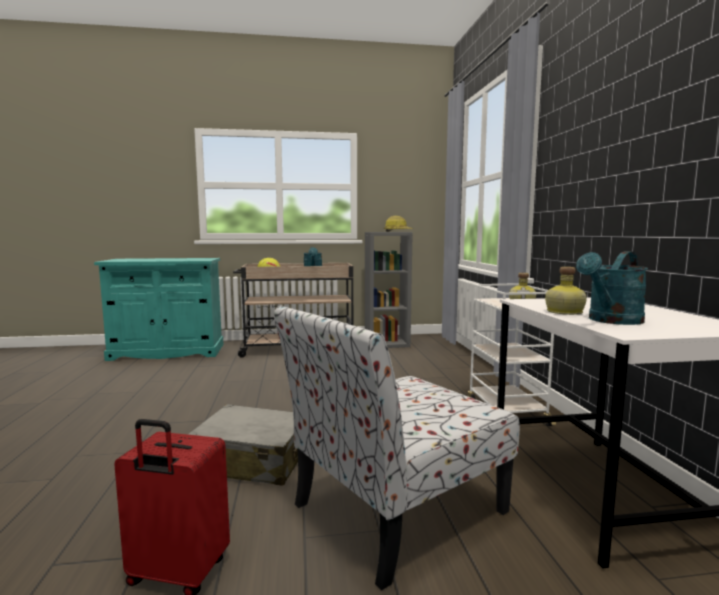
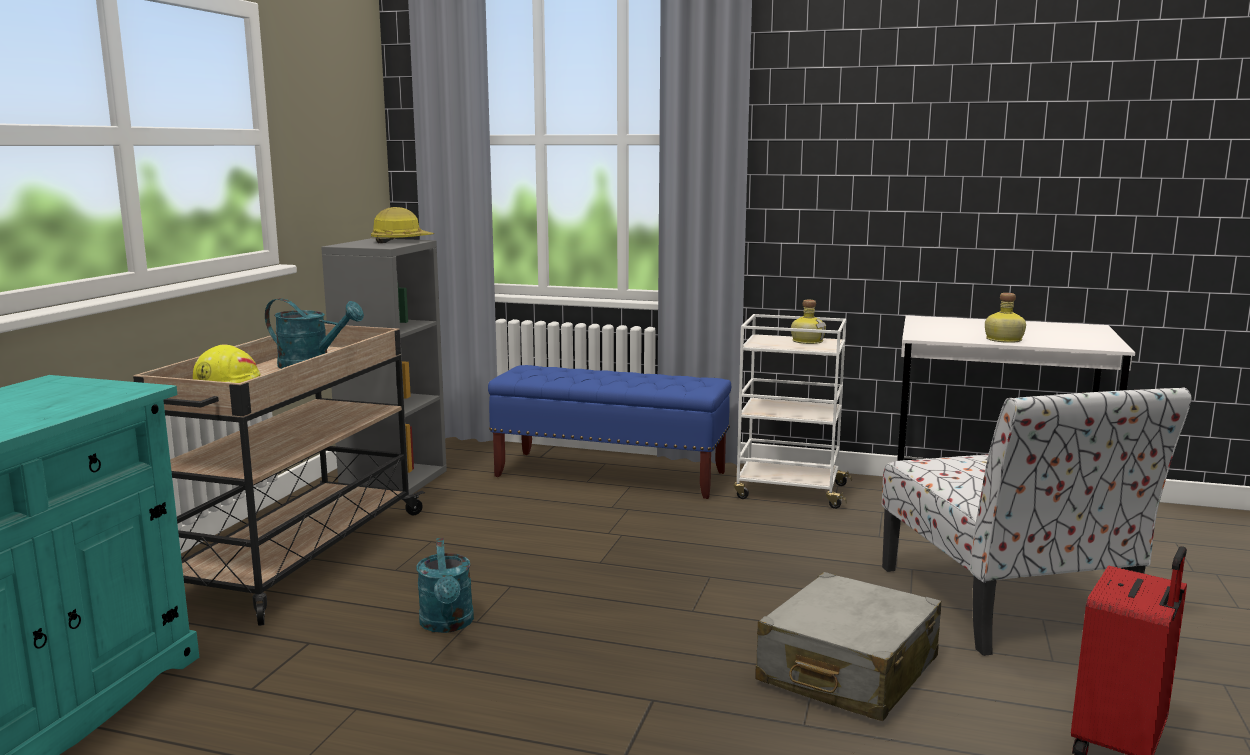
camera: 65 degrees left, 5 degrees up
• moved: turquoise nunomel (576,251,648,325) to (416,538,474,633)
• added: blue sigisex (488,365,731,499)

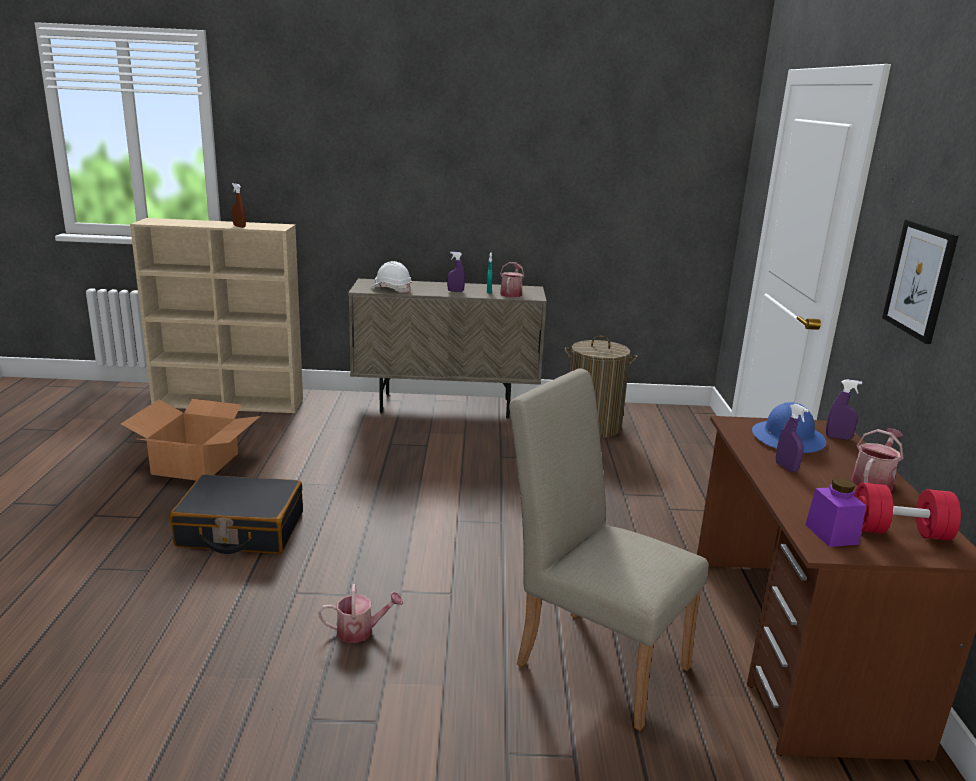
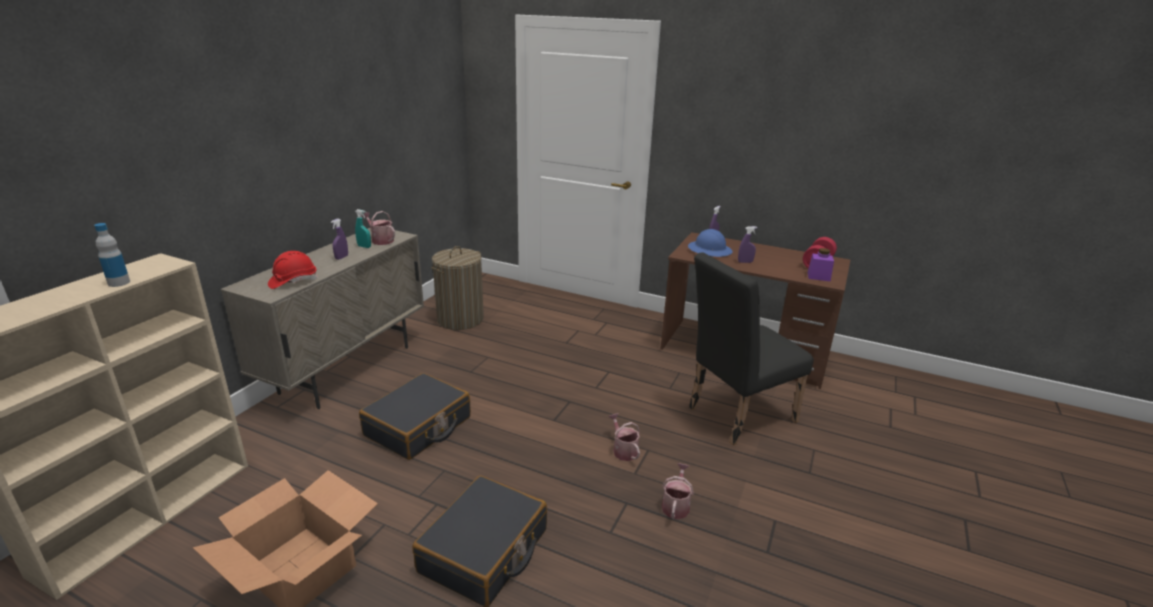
camera: 65 degrees left, 5 degrees up
• replaced: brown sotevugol (232,183,246,228) to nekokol (94,223,130,287)
• removed: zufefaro (882,220,959,344)
• recoloured: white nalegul (372,261,412,293) to red nalegul (268,251,318,289)
• recoloured: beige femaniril (509,368,709,731) to black femaniril (689,252,814,446)
• moved: nunomel (852,428,903,491) to (608,413,640,461)
• added: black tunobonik (359,373,471,460)

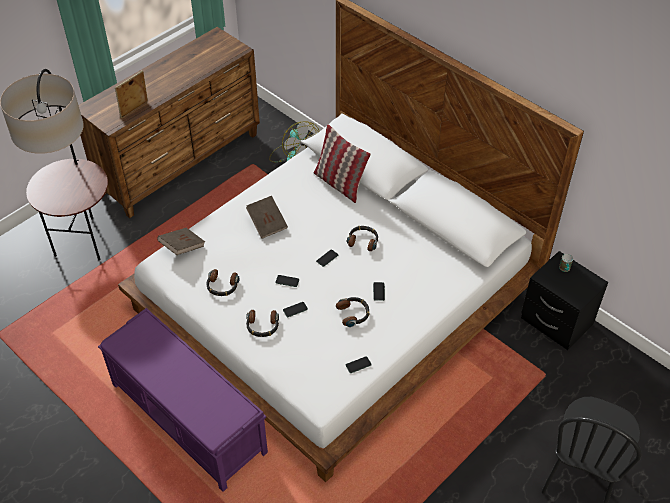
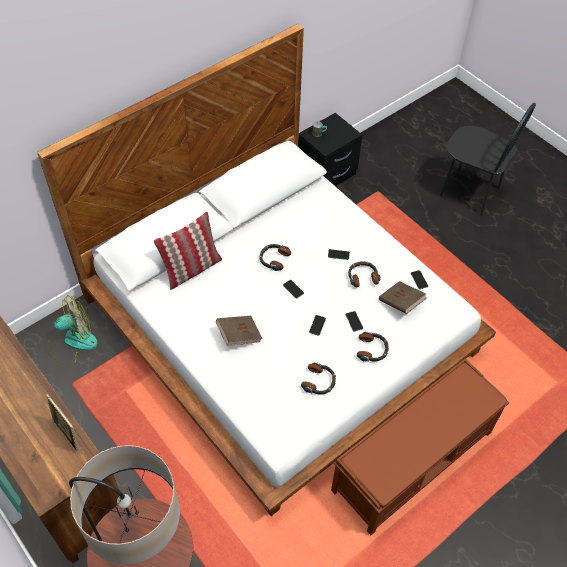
camera: 85 degrees left, 5 degrees up
• moved: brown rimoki (157,228,205,255) to (379,281,427,314)
• recoloured: purple sigisex (98,308,268,492) to brown sigisex (331,359,510,535)

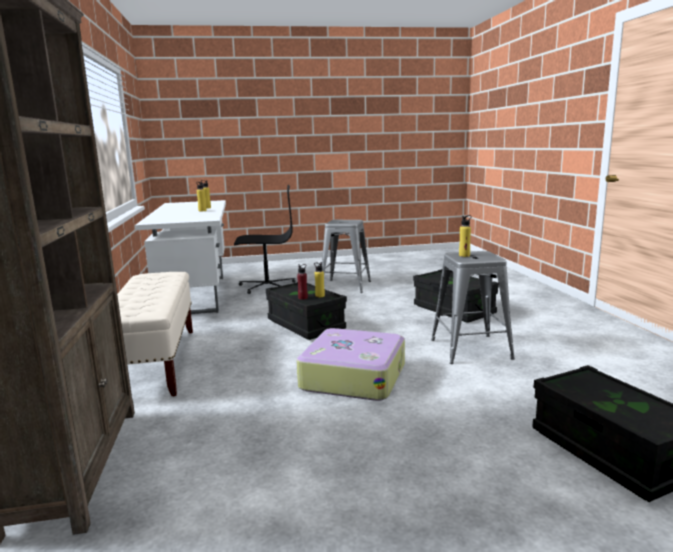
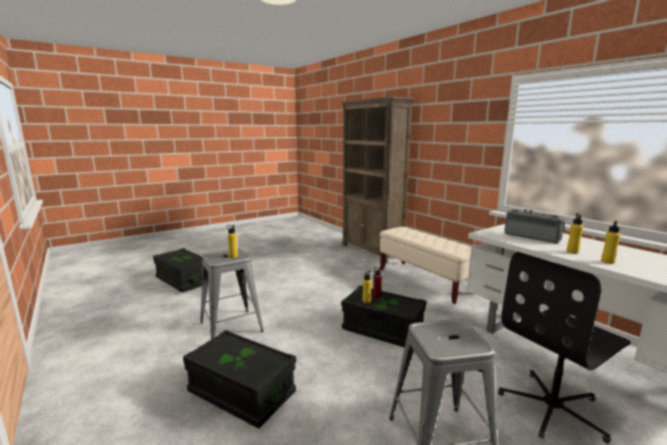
camera: 155 degrees right, 0 degrees up
• removed: tunobonik (296,328,405,401)
• added: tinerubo (504,209,565,243)

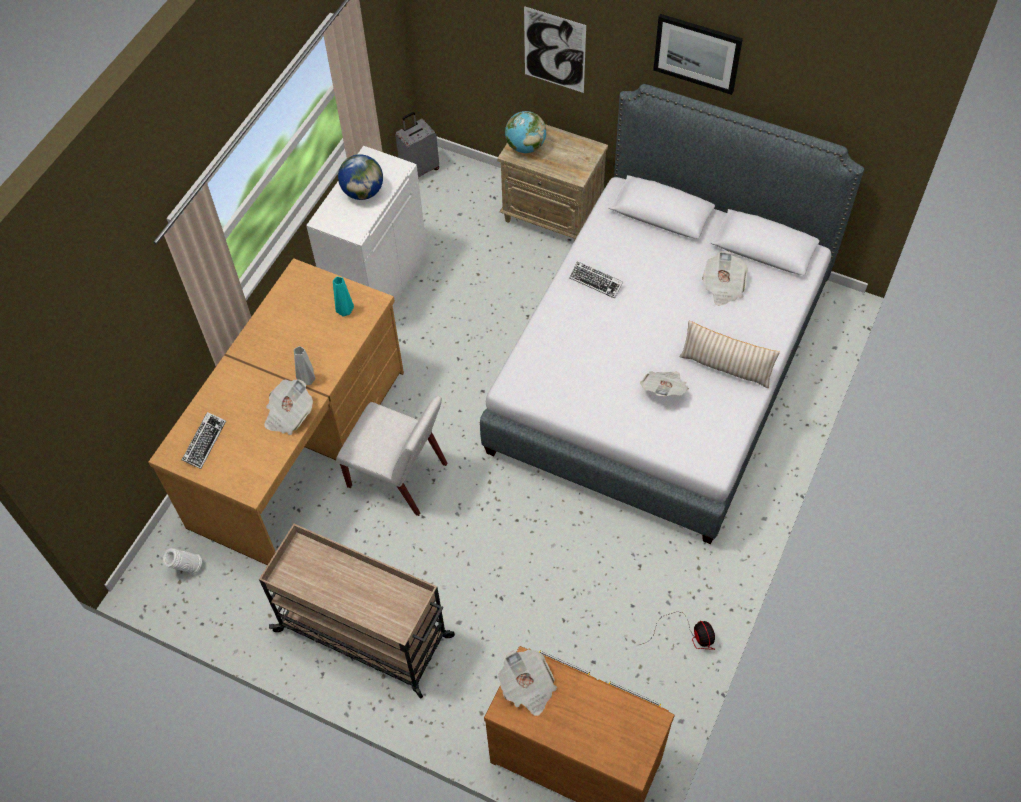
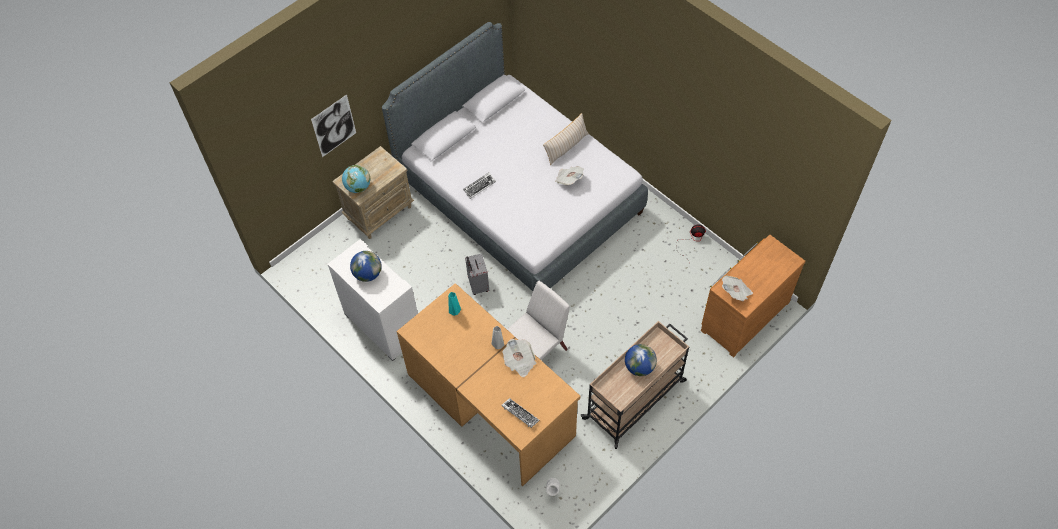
camera: 70 degrees left, 0 degrees up
• removed: zufefaro (653,14,743,95)
• moved: grey tunobonik (395,112,439,179) to (465,253,489,295)
• removed: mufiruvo (702,251,748,306)
• added: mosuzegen (625,344,657,376)

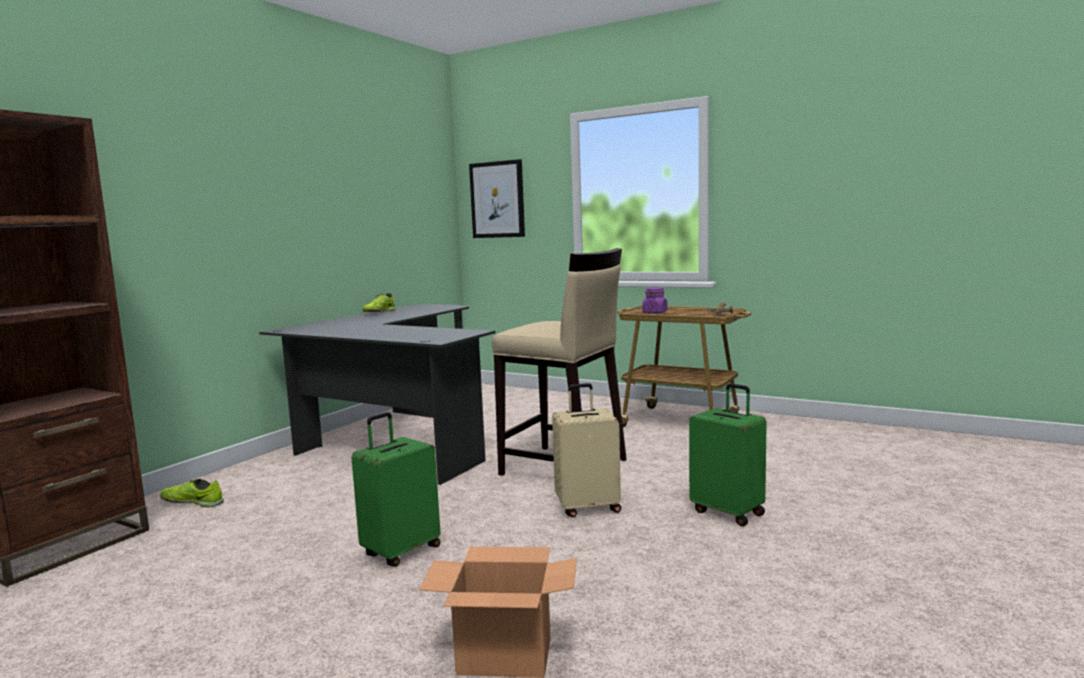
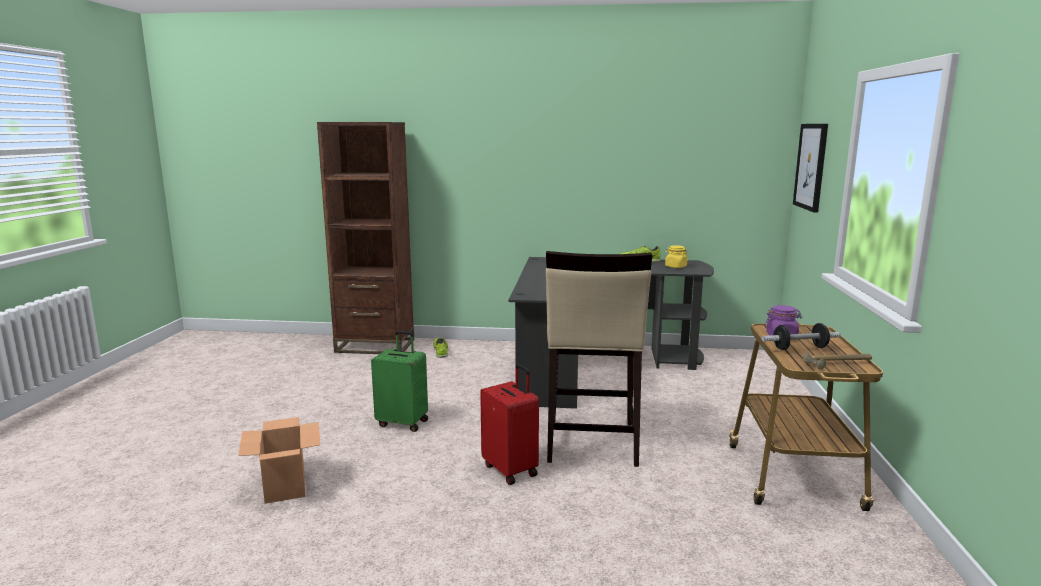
camera: 65 degrees right, 5 degrees up
• recoloured: beige tunobonik (552,383,621,517) to red tunobonik (480,364,539,485)
• removed: green tunobonik (689,383,767,526)
• added: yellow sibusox (665,245,688,268)
• added: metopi (762,323,841,350)

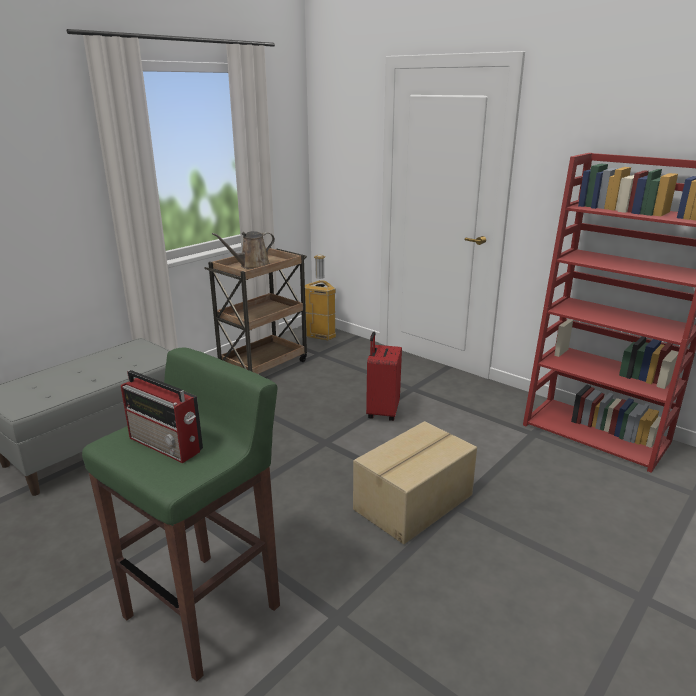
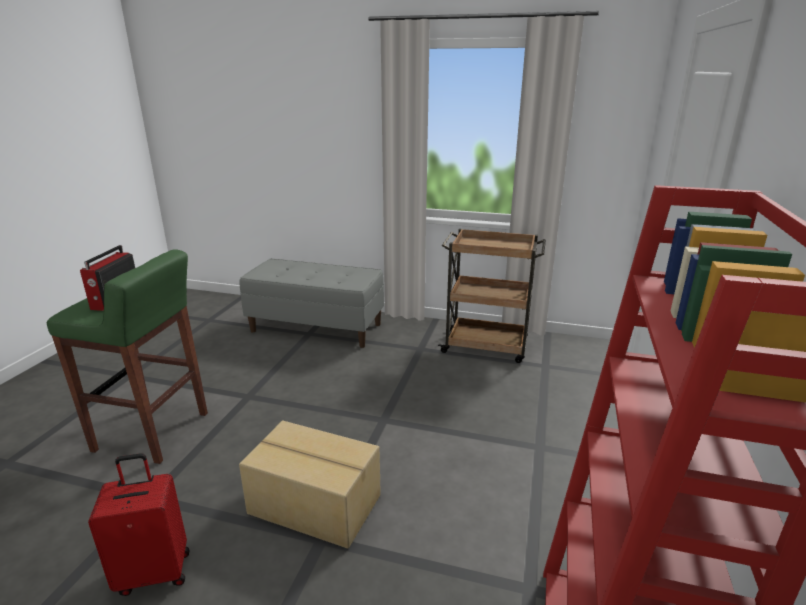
camera: 65 degrees right, 0 degrees up
• removed: brown nunomel (212,231,275,269)
• removed: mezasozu (305,255,336,340)
• moved: red tunobonik (366,331,402,421) to (88,453,190,596)

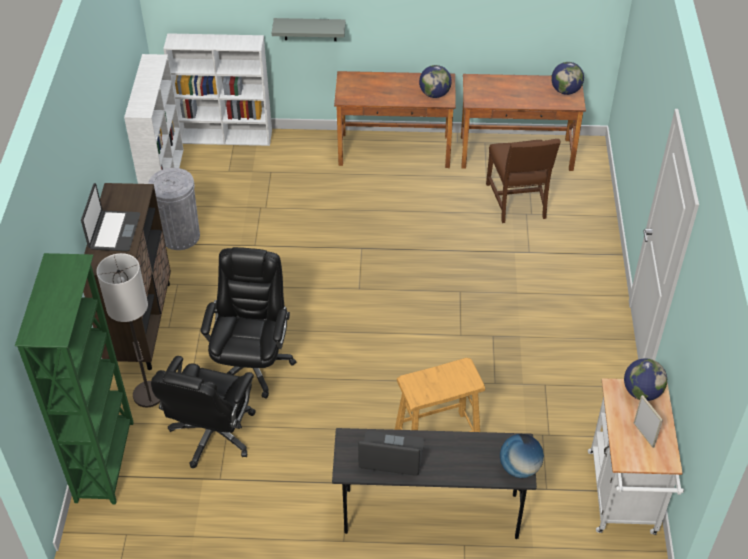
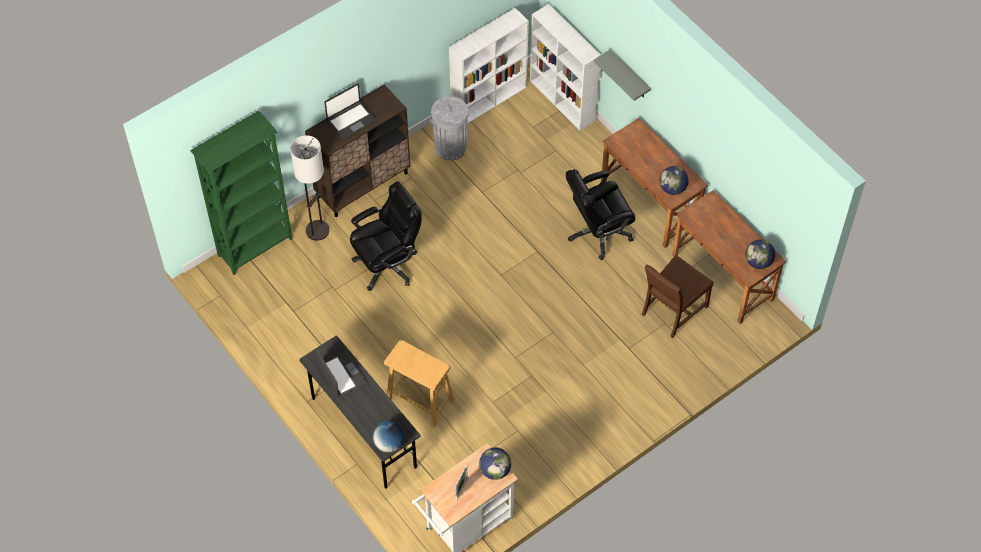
camera: 50 degrees right, 10 degrees up
• moved: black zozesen (151,356,256,468) to (566,169,635,260)

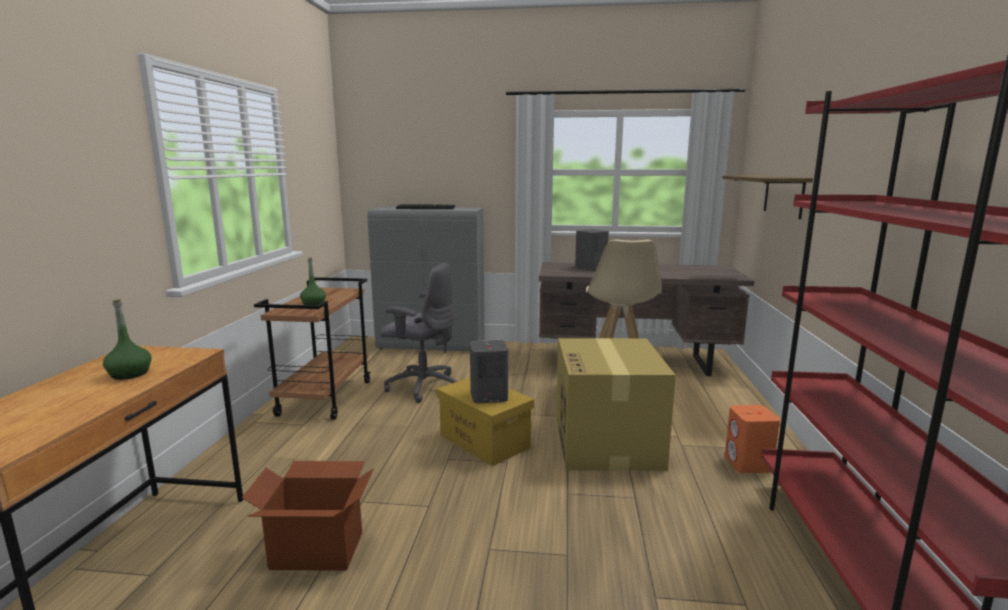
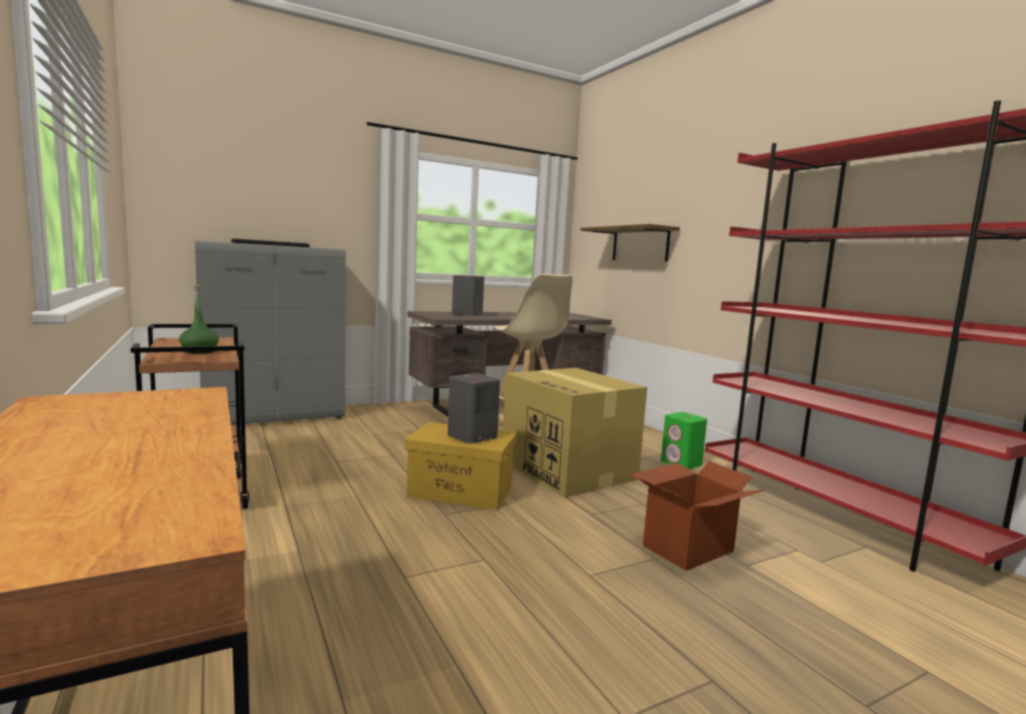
camera: 35 degrees left, 5 degrees down
• removed: grey zozesen (380,263,458,403)
• removed: green nekokol (103,299,151,380)
• recoloured: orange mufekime (725,405,780,473) to green mufekime (661,412,707,469)
• moved: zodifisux (242,461,374,571) to (630,461,765,571)

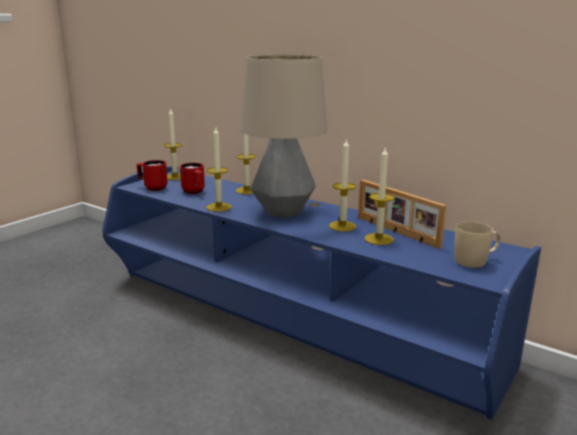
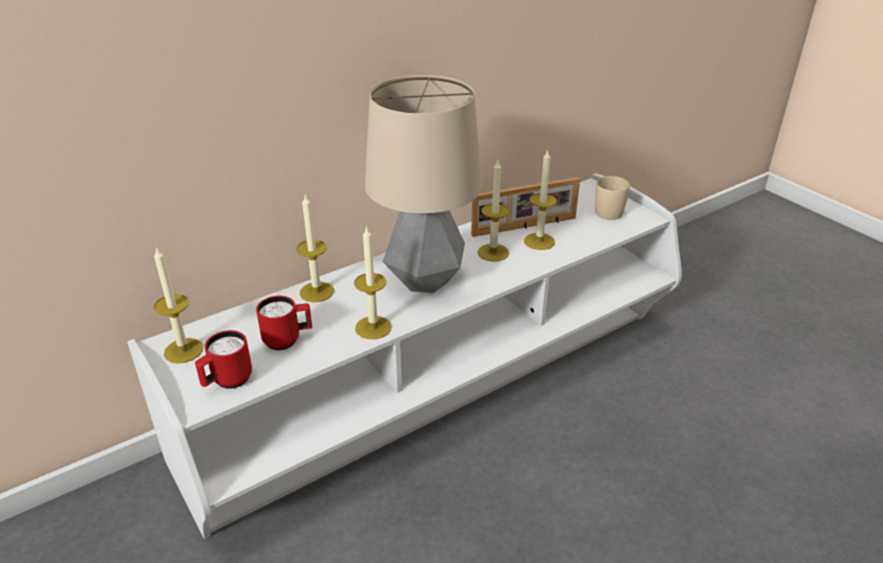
camera: 70 degrees left, 15 degrees up
• recoloured: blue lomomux (103,166,541,420) to white lomomux (127,173,682,539)

